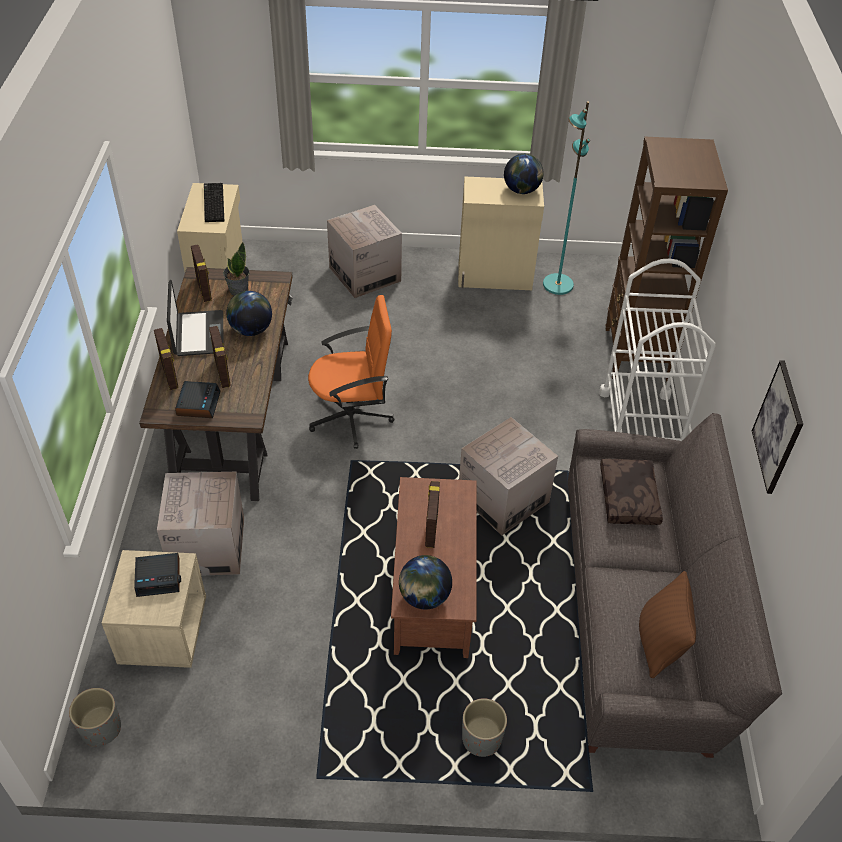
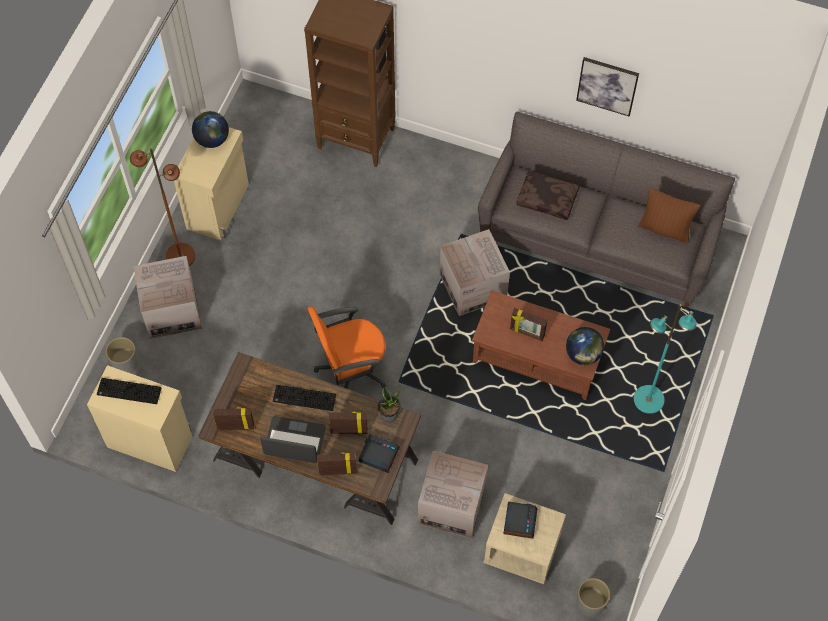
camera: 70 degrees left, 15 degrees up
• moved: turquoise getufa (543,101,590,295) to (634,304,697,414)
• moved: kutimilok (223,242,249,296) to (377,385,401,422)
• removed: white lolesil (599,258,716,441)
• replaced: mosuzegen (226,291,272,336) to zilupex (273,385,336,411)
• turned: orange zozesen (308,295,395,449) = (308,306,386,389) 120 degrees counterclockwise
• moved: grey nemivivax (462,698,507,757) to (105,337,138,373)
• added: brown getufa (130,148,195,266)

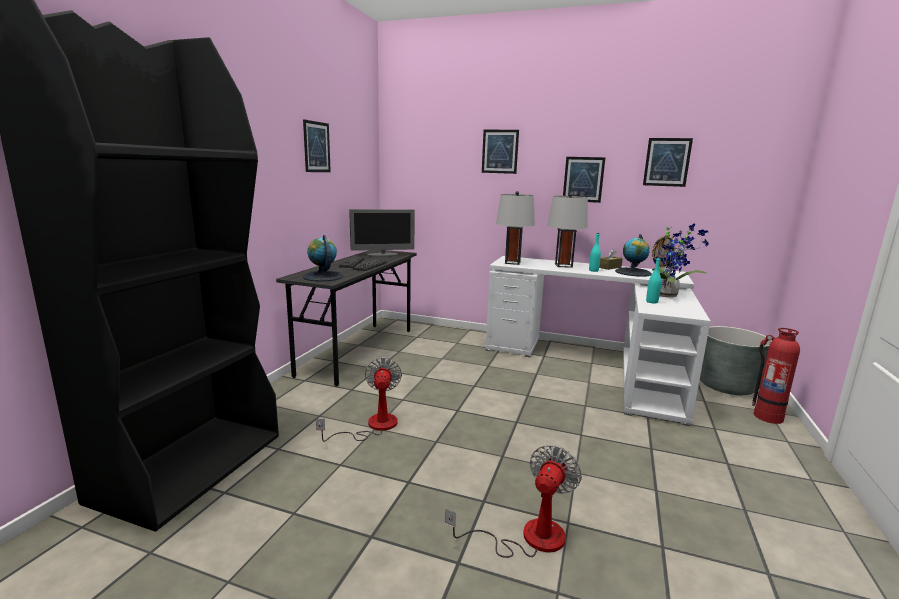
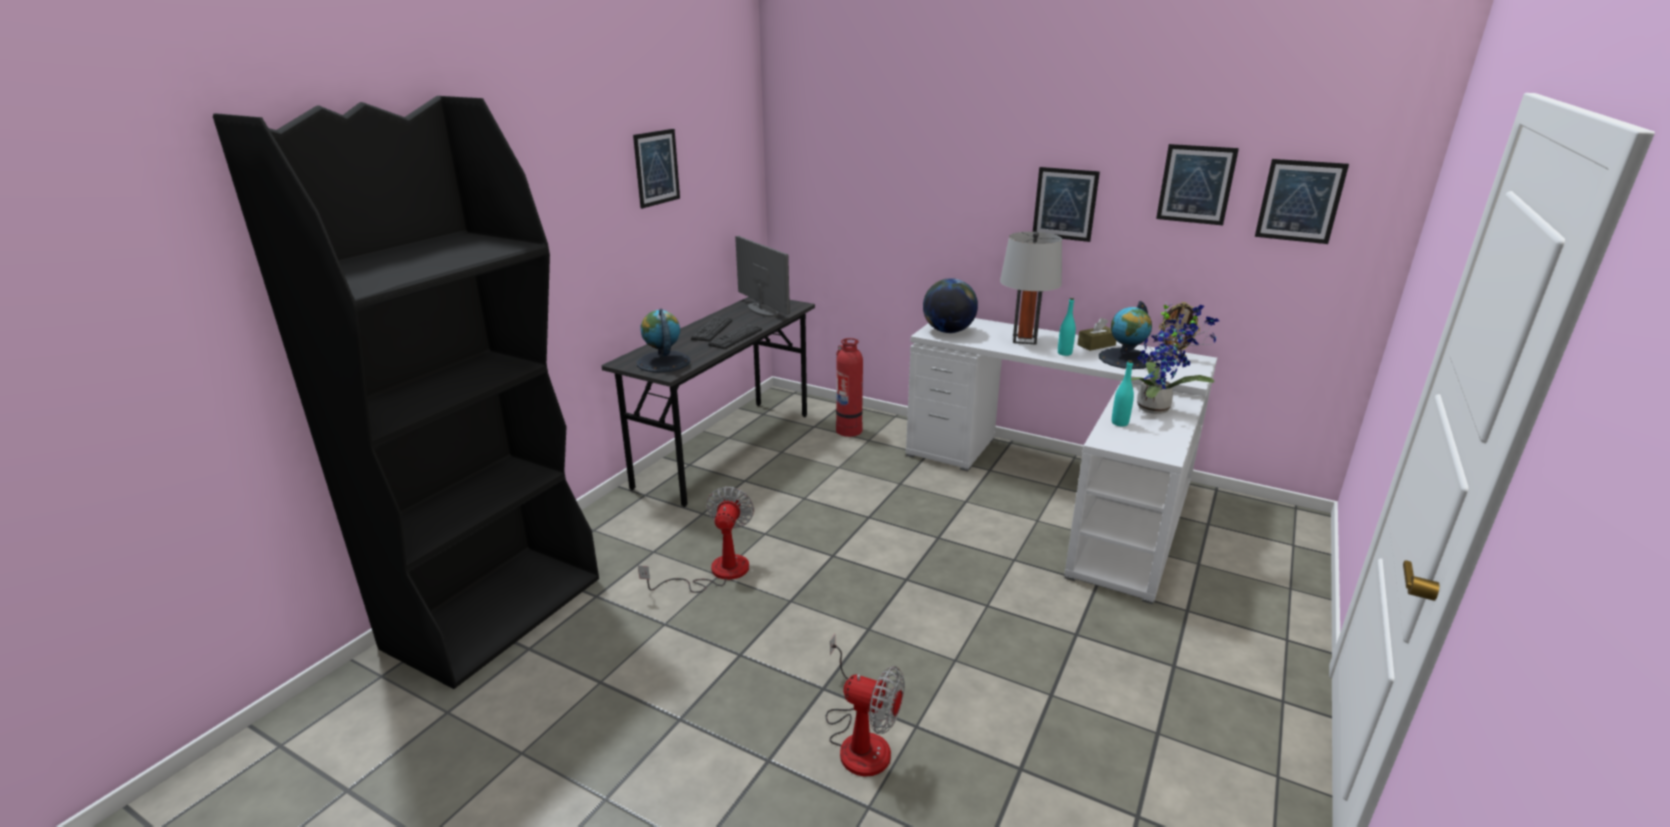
camera: 10 degrees right, 10 degrees up
• moved: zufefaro (482,130,519,174) to (1255,159,1349,244)
• replaced: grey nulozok (496,191,535,265) to mosuzegen (923,278,978,333)
• turned: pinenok (349,209,415,257) = (735,236,790,317) 120 degrees counterclockwise
• removed: grey nemivivax (700,326,772,395)
• moved: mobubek (752,328,800,424) to (836,338,863,437)
• turned: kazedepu (445,445,582,558) = (826,634,905,777) 75 degrees clockwise

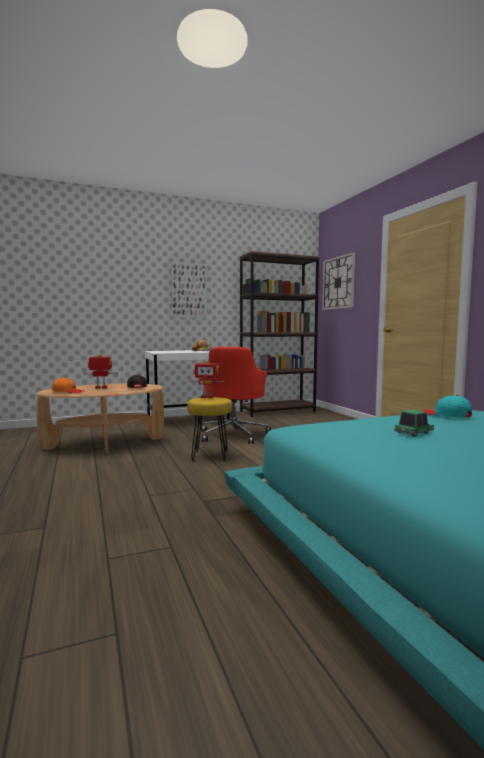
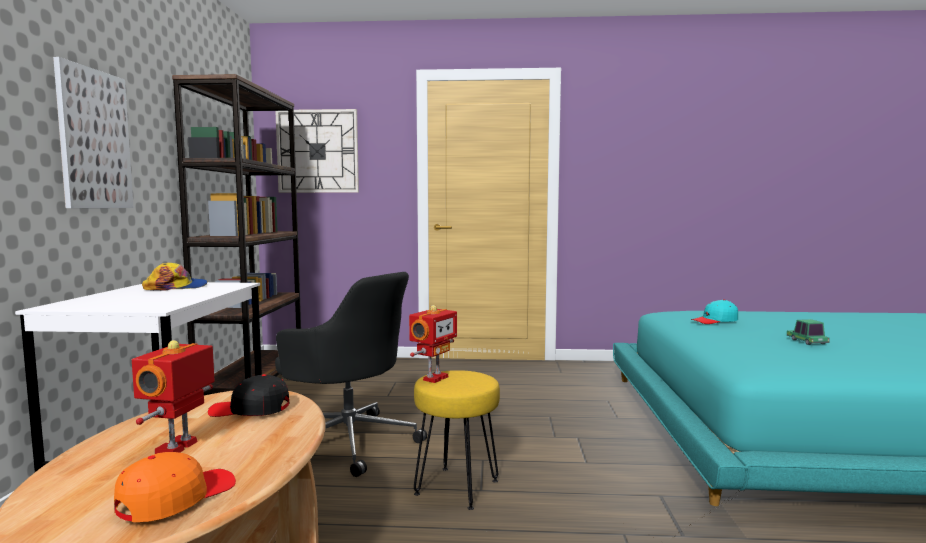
camera: 65 degrees left, 0 degrees up
• recoloured: red zozesen (201,347,271,444) to black zozesen (275,272,427,477)

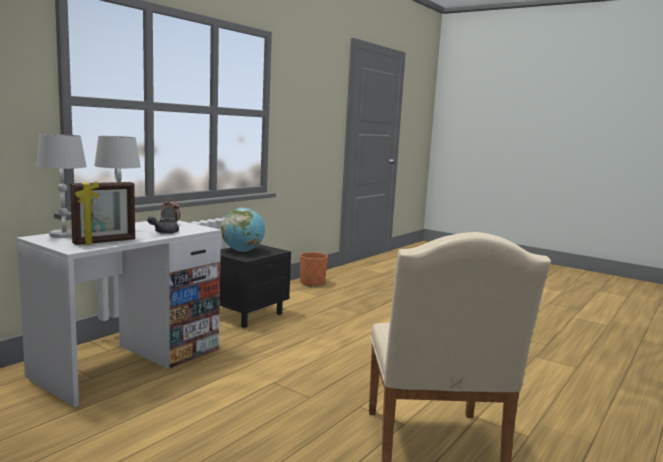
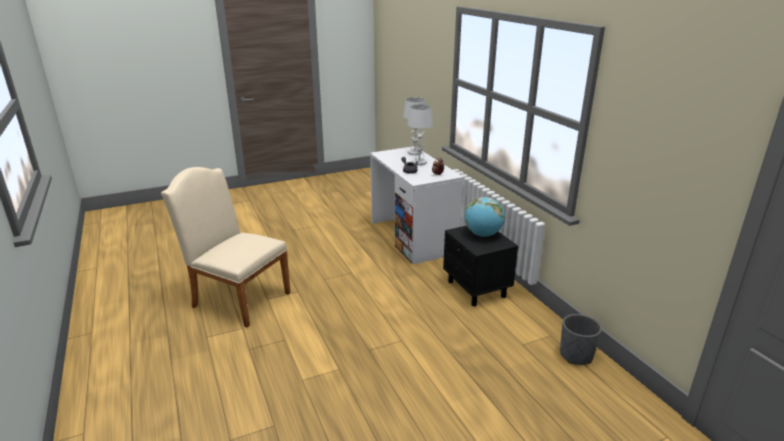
camera: 120 degrees right, 15 degrees up
• removed: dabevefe (70,182,135,245)
• recoloured: orange nemivivax (300,252,328,287) to grey nemivivax (560,314,602,365)

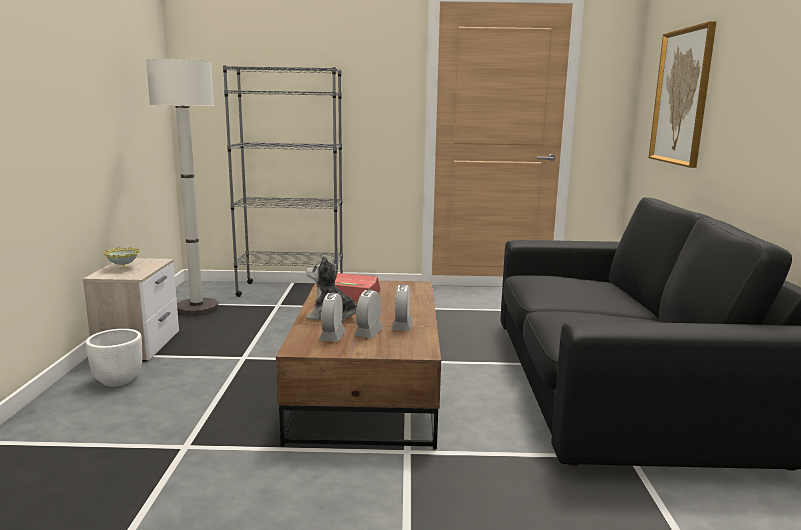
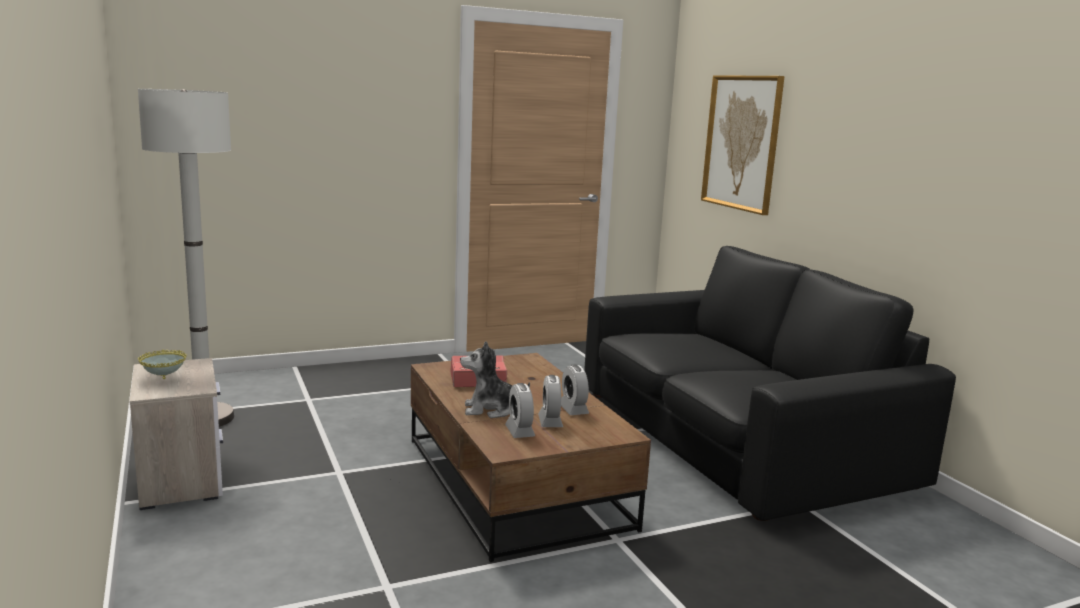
camera: 25 degrees left, 0 degrees up
• removed: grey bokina (223,65,343,297)
• removed: white nemivivax (86,329,142,387)

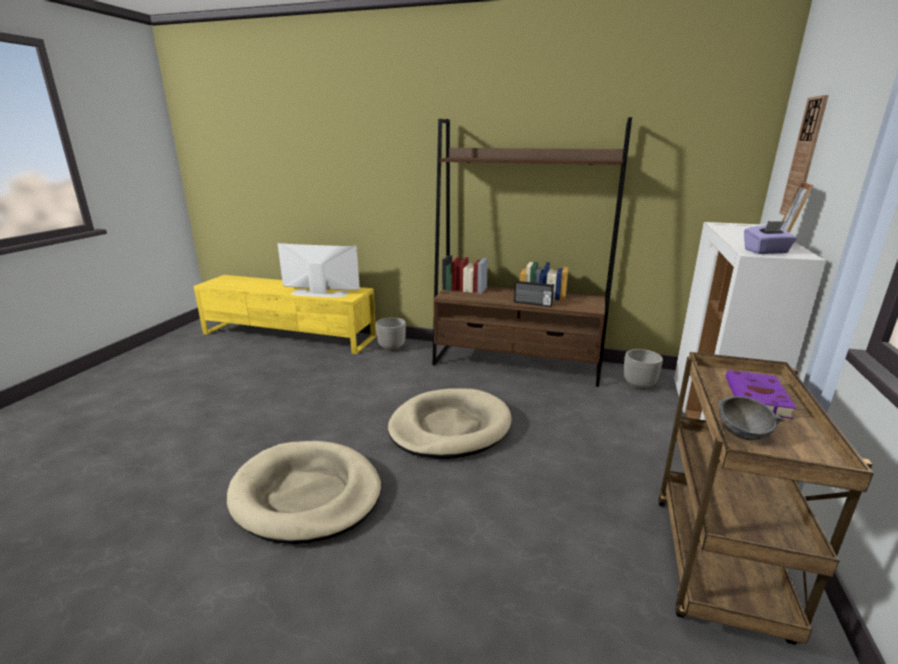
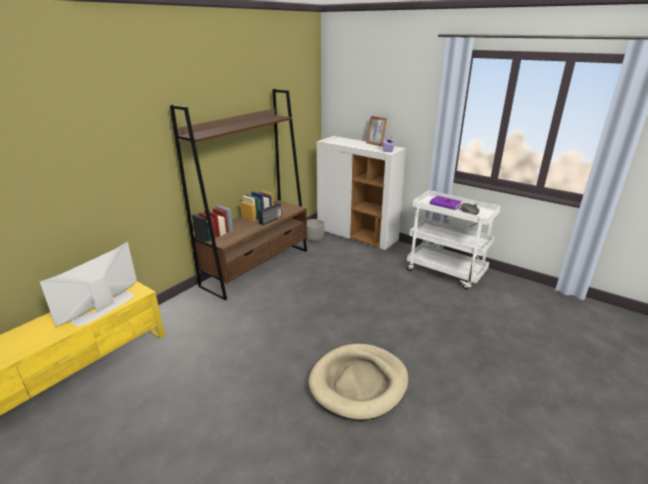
camera: 70 degrees left, 5 degrees up
• removed: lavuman (780,95,829,216)
• removed: nemivivax (375,317,406,351)
• recoloured: brown lolesil (658,352,874,645) to white lolesil (407,190,501,290)
• removed: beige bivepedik (388,388,512,459)

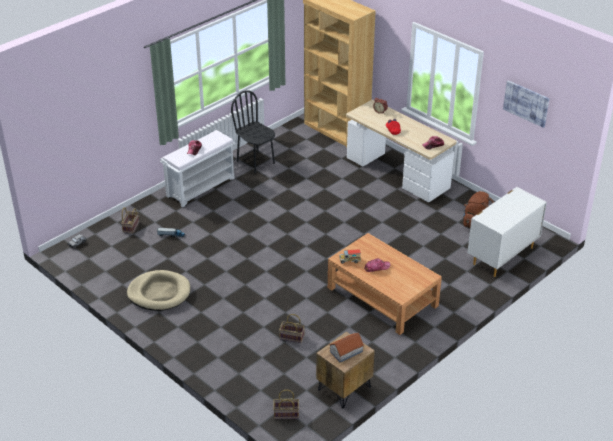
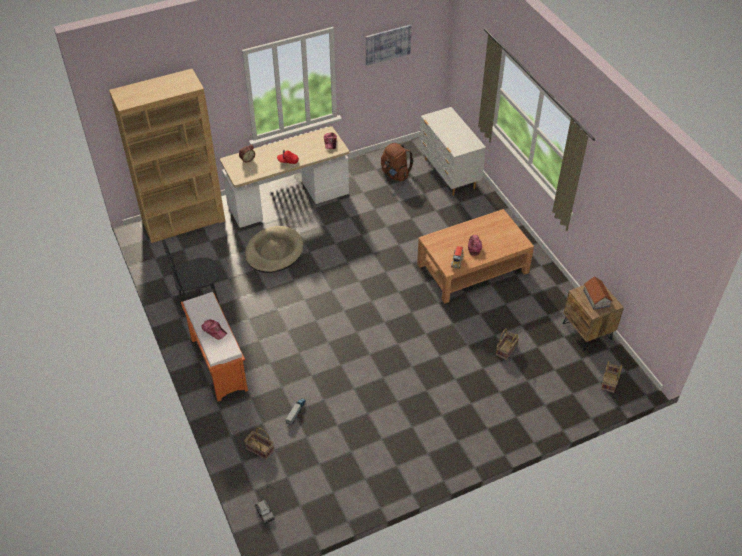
camera: 70 degrees left, 10 degrees up
• recoloured: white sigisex (160,130,236,207) to orange sigisex (181,292,248,401)
• moved: beige bivepedik (127,270,191,311) to (245,226,303,273)

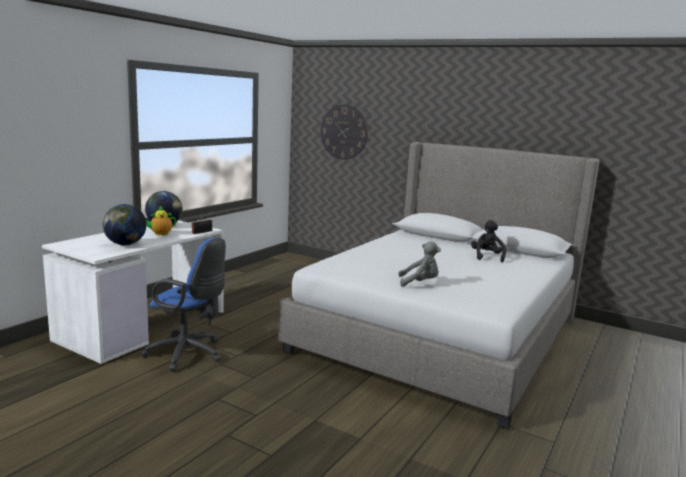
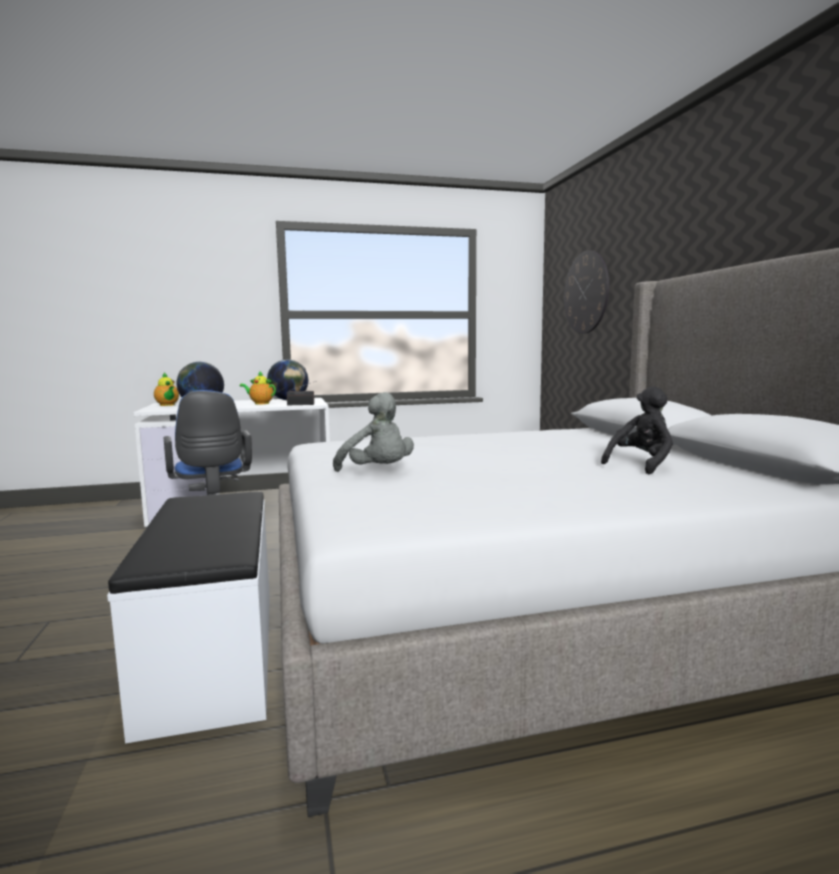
camera: 45 degrees right, 5 degrees down
• added: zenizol (154,372,179,406)
• added: white sigisex (107,492,270,744)

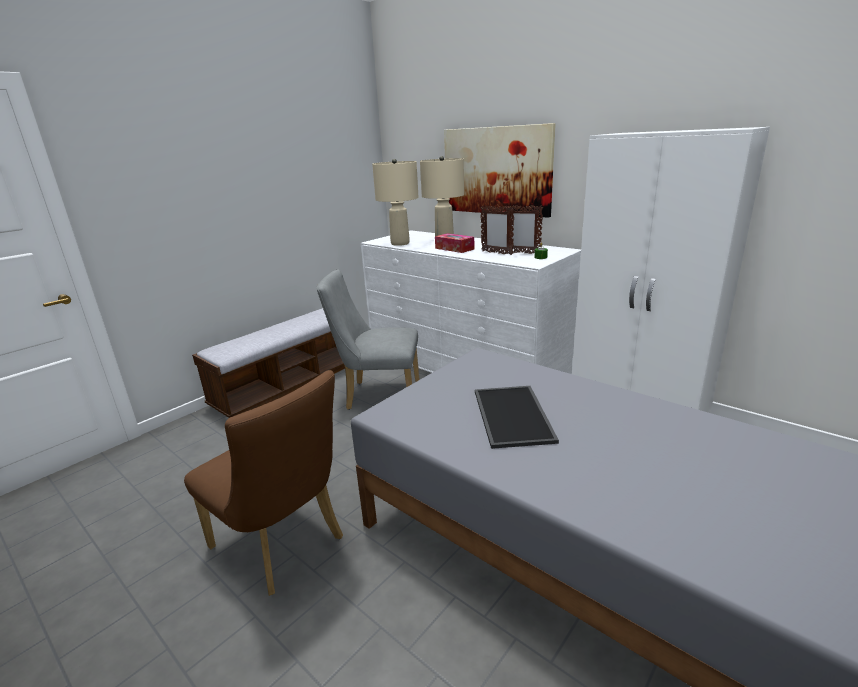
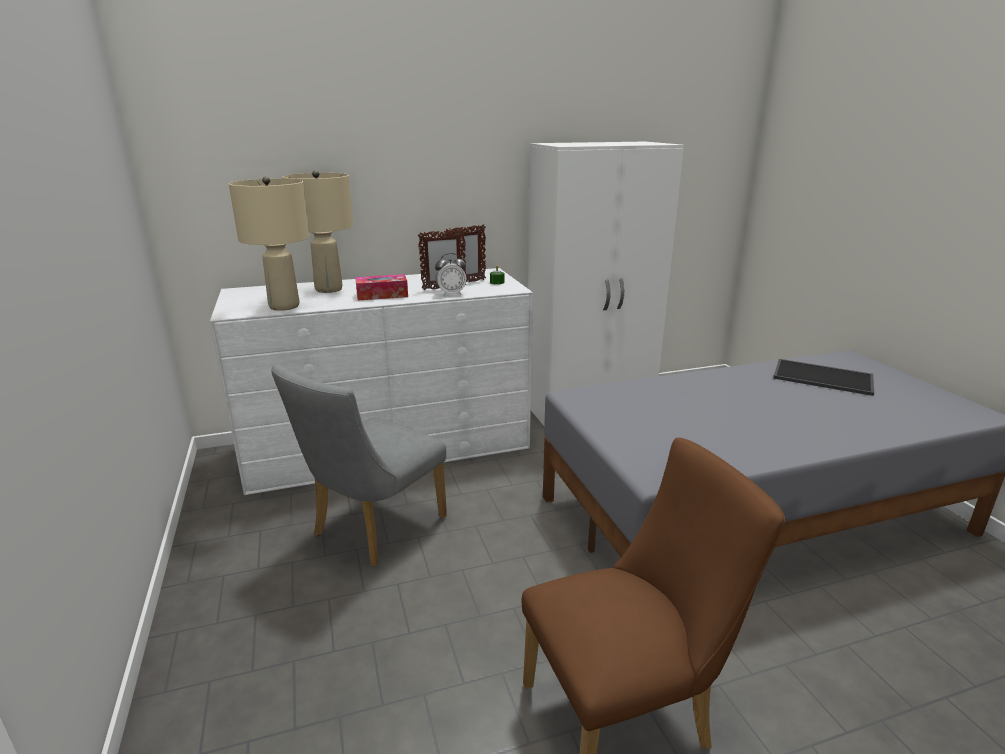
camera: 60 degrees left, 0 degrees up
• removed: zufefaro (444,123,556,218)
• removed: sigisex (192,308,345,418)
• moved: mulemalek (475,386,559,449) to (773,359,874,396)
• added: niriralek (435,253,466,296)

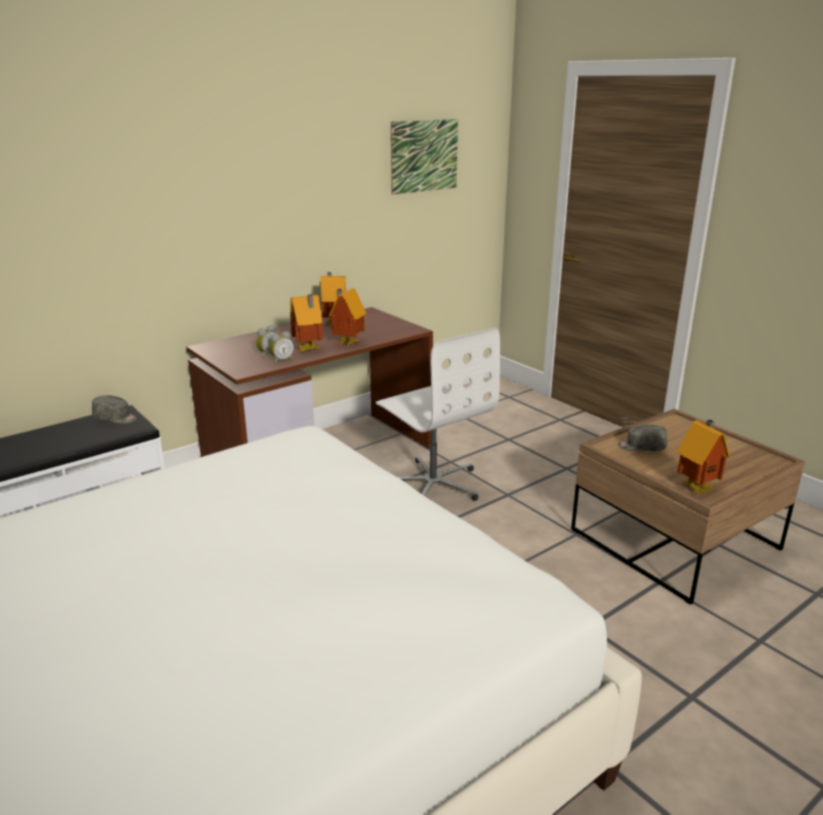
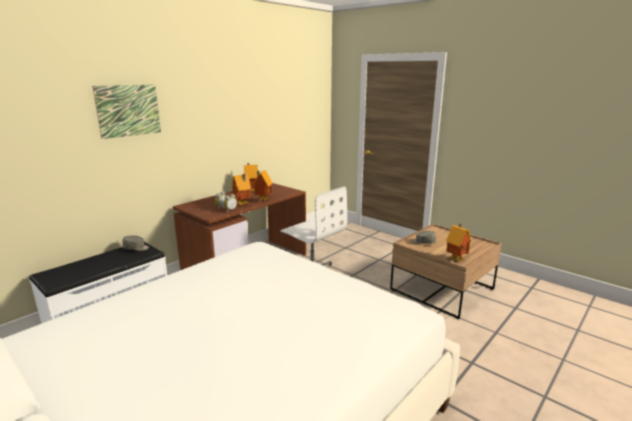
camera: 10 degrees left, 5 degrees down
• moved: zufefaro (391,119,458,195) to (92,84,161,139)

